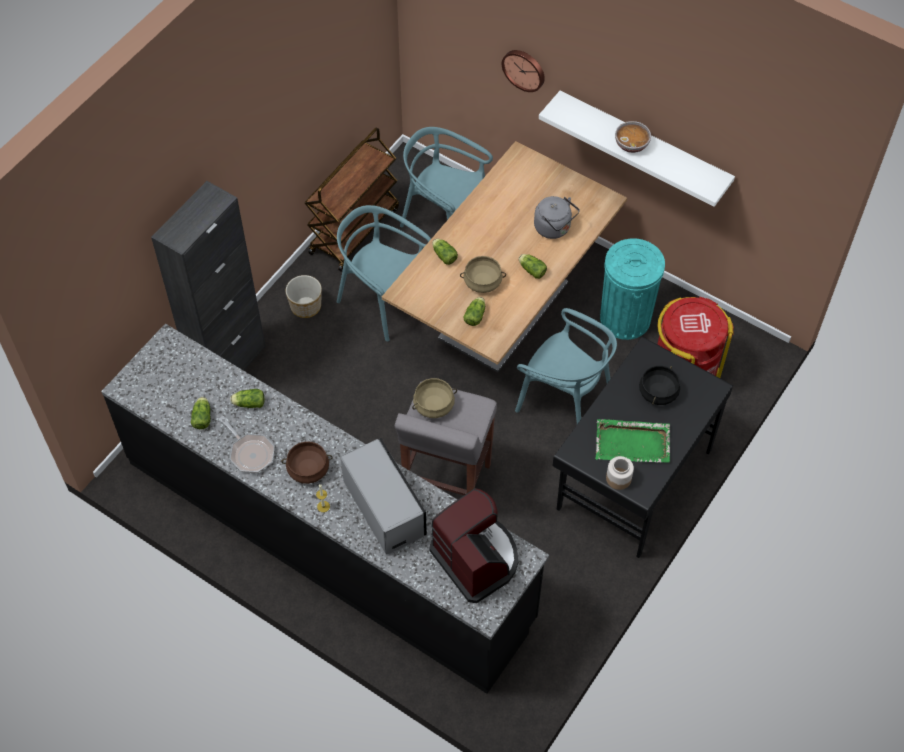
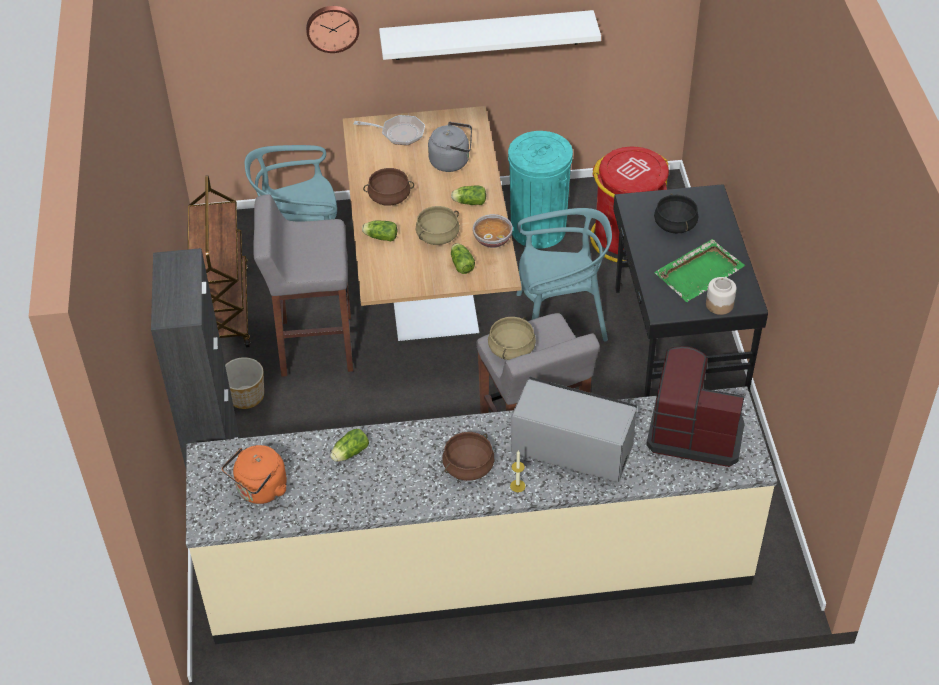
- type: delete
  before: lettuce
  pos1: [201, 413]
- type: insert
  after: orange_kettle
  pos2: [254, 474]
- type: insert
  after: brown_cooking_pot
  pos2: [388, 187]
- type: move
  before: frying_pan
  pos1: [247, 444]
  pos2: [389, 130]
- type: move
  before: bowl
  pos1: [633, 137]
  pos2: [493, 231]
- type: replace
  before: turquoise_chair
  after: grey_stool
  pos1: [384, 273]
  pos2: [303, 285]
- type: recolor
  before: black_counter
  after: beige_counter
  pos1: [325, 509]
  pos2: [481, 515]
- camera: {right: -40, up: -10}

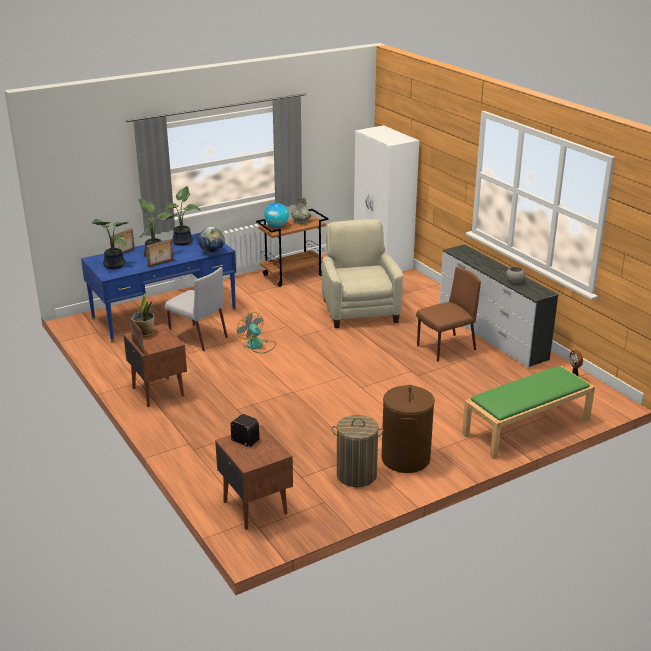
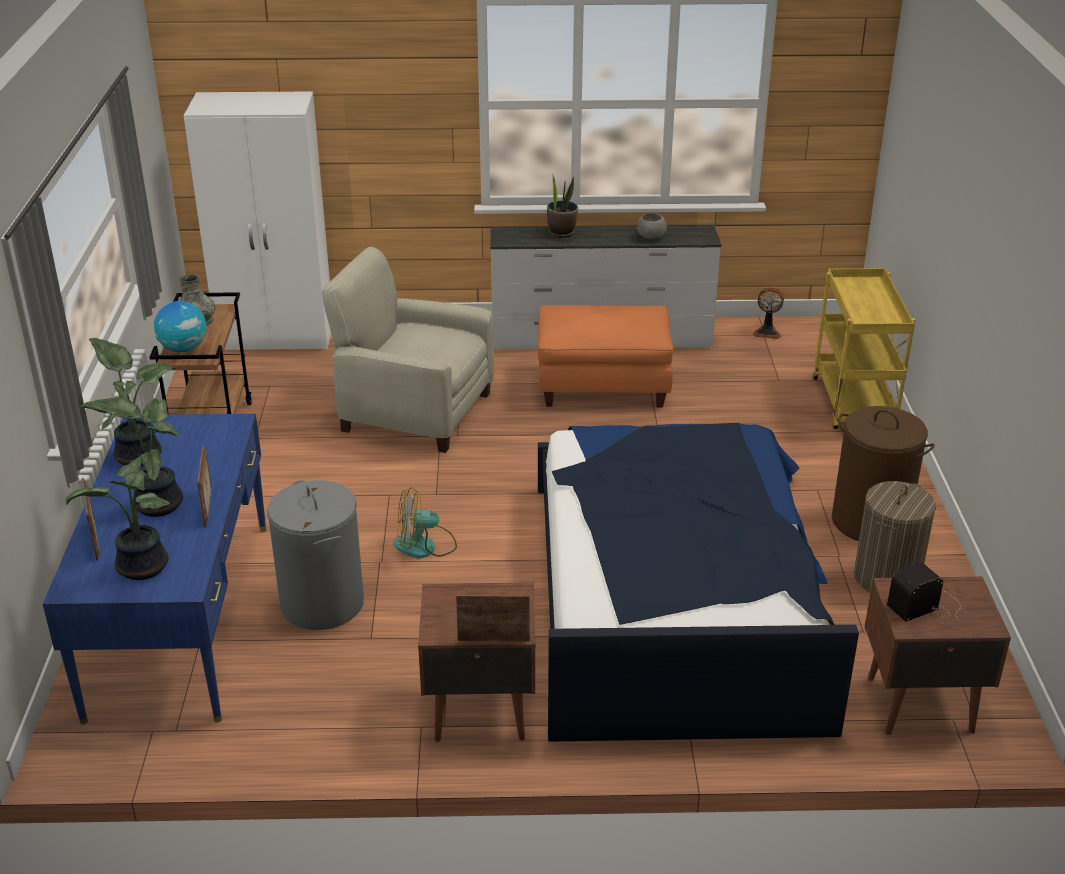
- type: delete
  before: globe
  pos1: [211, 240]
- type: insert
  after: bed
  pos2: [698, 582]
- type: move
  before: potted_plant
  pos1: [143, 315]
  pos2: [562, 206]
- type: replace
  before: grey_chair
  after: grey_laundry_basket
  pos1: [196, 309]
  pos2: [315, 555]
- type: replace
  before: brown_chair
  after: orange_ottoman
  pos1: [448, 314]
  pos2: [605, 356]
- type: replace
  before: green_bench
  after: yellow_cart
  pos1: [528, 412]
  pos2: [864, 348]
- camera: {right: -60, up: 5}

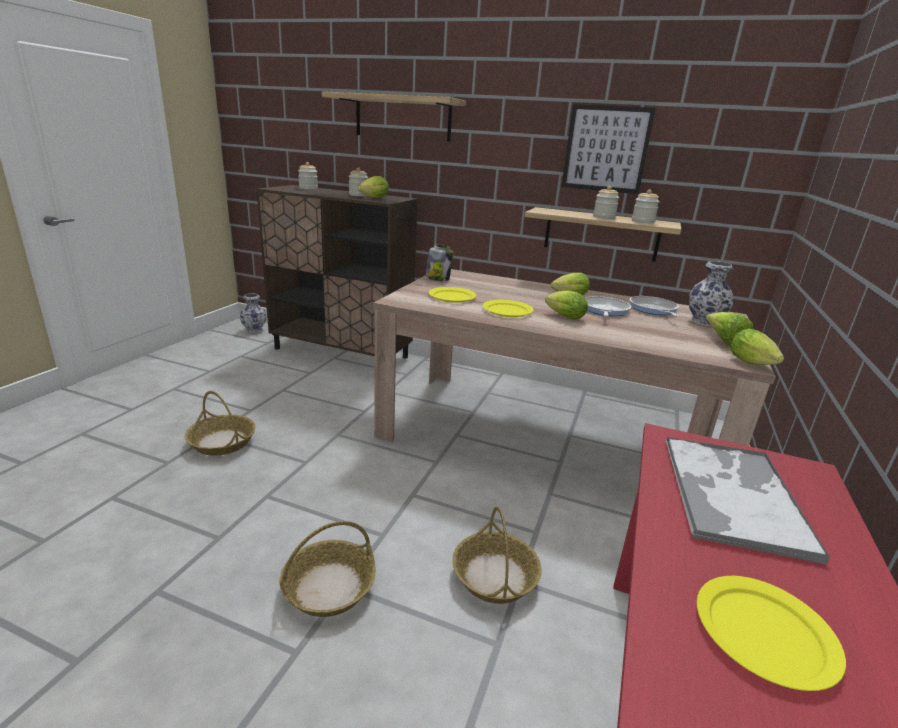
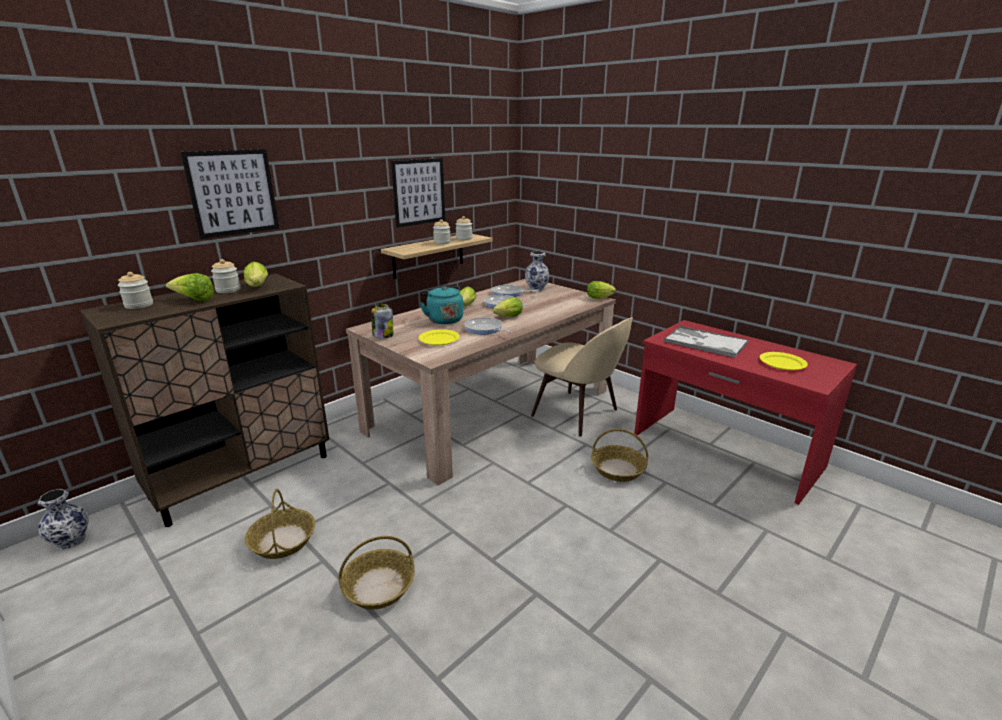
- type: insert
  after: turquoise_kettle
  pos2: [441, 305]
- type: insert
  after: beige_chair
  pos2: [582, 377]
- type: move
  before: basket
  pos1: [327, 569]
  pos2: [280, 524]
- type: move
  before: lettuce
  pos1: [729, 329]
  pos2: [190, 287]
- type: replace
  before: shelf
  after: picture
  pos1: [394, 116]
  pos2: [230, 194]
- type: replace
  before: yellow_plate
  after: frying_pan
  pos1: [508, 308]
  pos2: [488, 325]
- camera: {right: -65, up: 0}

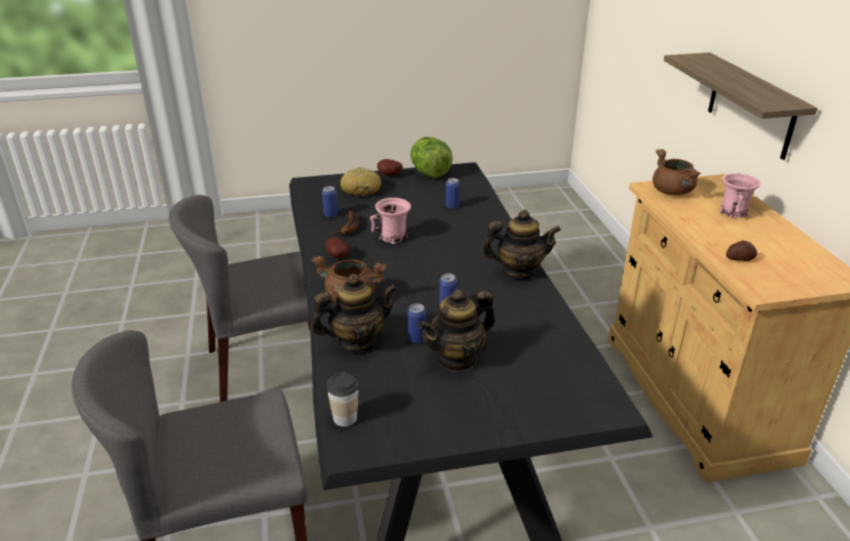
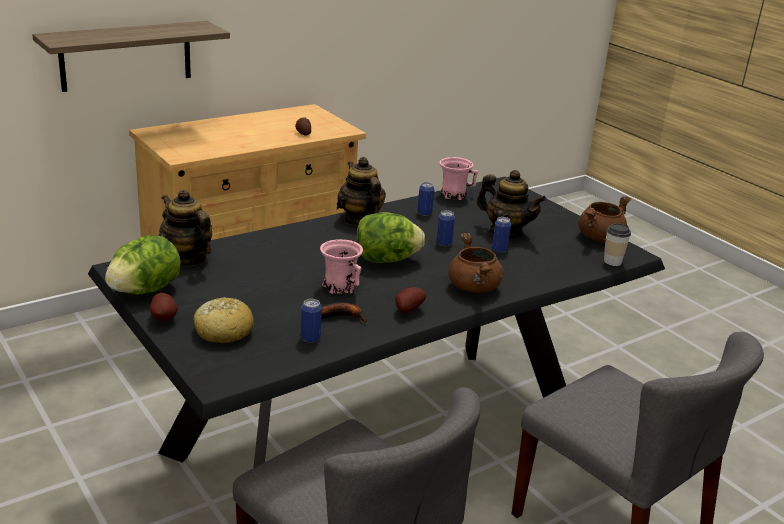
- type: insert
  after: lettuce
  pos2: [391, 237]
- type: move
  before: teapot
  pos1: [354, 313]
  pos2: [185, 228]
- type: move
  before: can
  pos1: [453, 193]
  pos2: [425, 199]
- type: move
  before: brown_cooking_pot
  pos1: [676, 172]
  pos2: [604, 219]
- type: move
  before: pink_mug
  pos1: [740, 196]
  pos2: [458, 178]
- camera: {right: -115, up: -5}

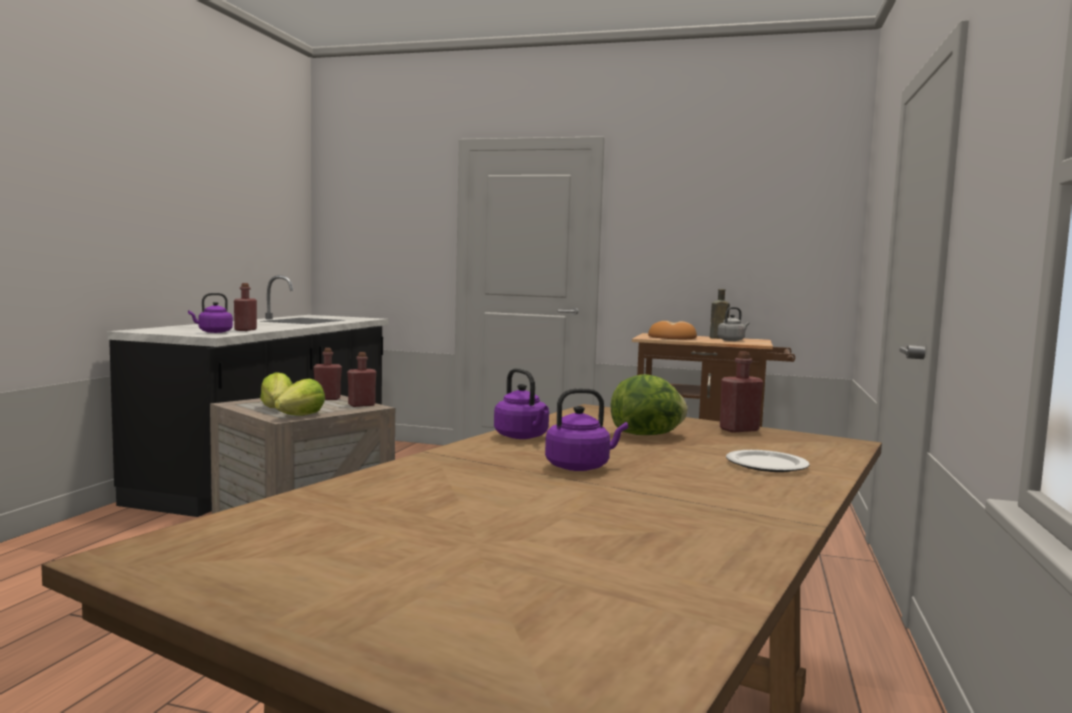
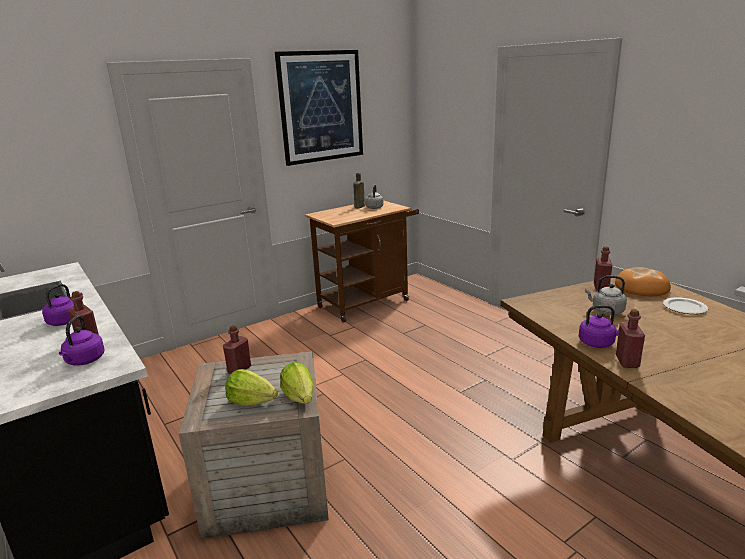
- type: insert
  after: picture
  pos2: [319, 108]
- type: move
  before: red_bottle
  pos1: [361, 379]
  pos2: [630, 338]
- type: move
  before: purple_kettle
  pos1: [586, 429]
  pos2: [62, 305]
- type: move
  before: bread
  pos1: [672, 330]
  pos2: [643, 281]
- type: replace
  before: lettuce
  after: grey_kettle
  pos1: [649, 404]
  pos2: [606, 295]
- camera: {right: -50, up: 15}

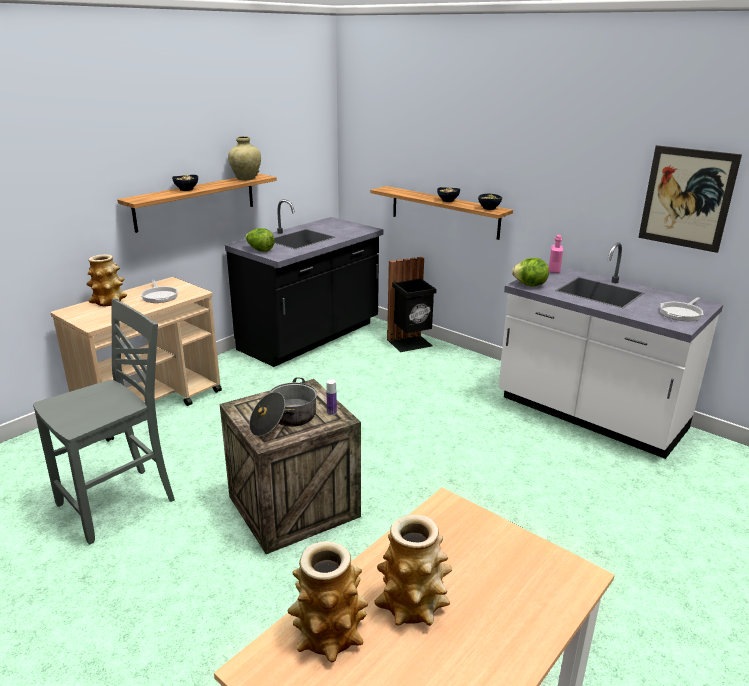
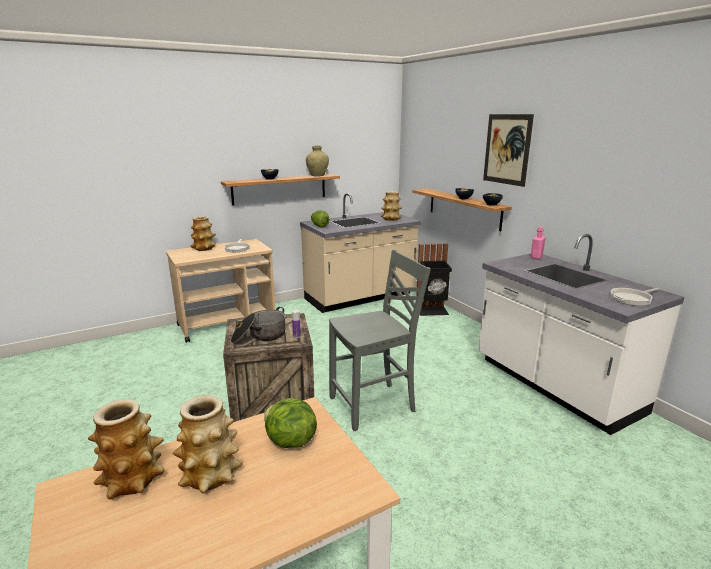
- type: insert
  after: vase
  pos2: [391, 206]
- type: move
  before: grey_chair
  pos1: [104, 421]
  pos2: [380, 340]
- type: move
  before: lettuce
  pos1: [530, 272]
  pos2: [290, 423]
- type: move
  before: picture
  pos1: [690, 199]
  pos2: [508, 150]
- type: recolor
  before: black_counter
  after: beige_counter
  pos1: [304, 283]
  pos2: [360, 253]
- camera: {right: 20, up: -5}

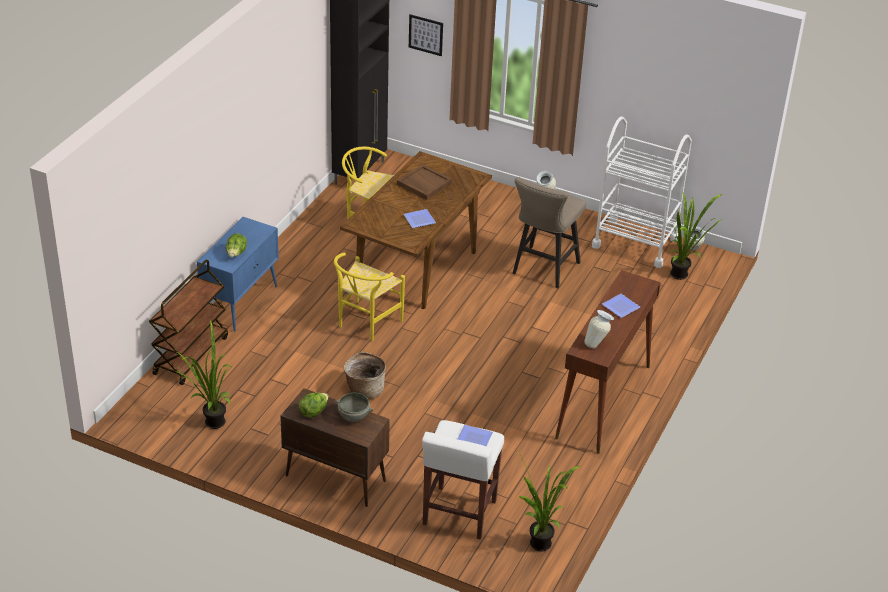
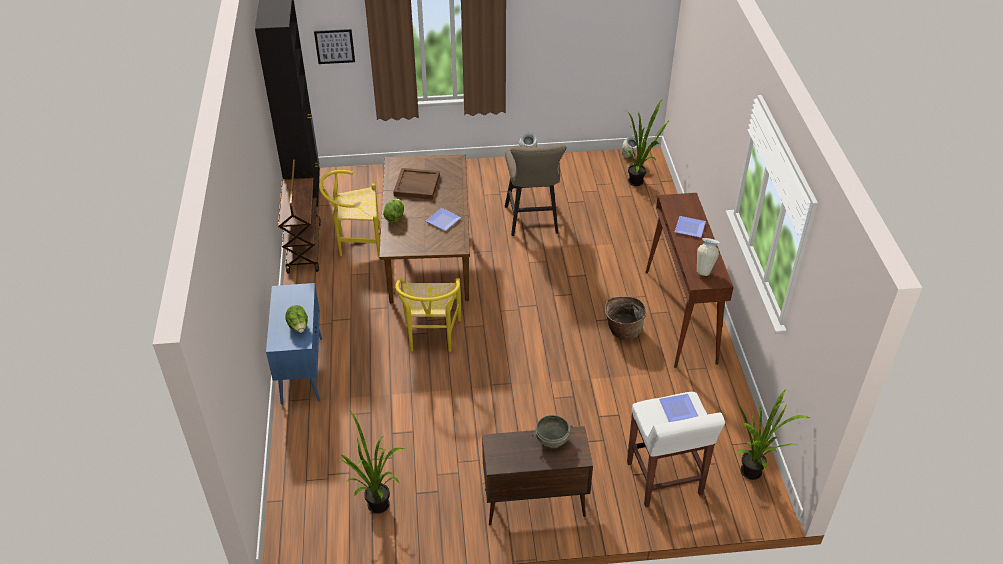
- type: delete
  before: white_cart
  pos1: [642, 192]
- type: move
  before: brown_cart
  pos1: [188, 322]
  pos2: [299, 216]
- type: move
  before: lettuce
  pos1: [314, 405]
  pos2: [393, 210]
- type: move
  before: basket
  pos1: [365, 375]
  pos2: [625, 318]
- camera: {right: -30, up: 5}

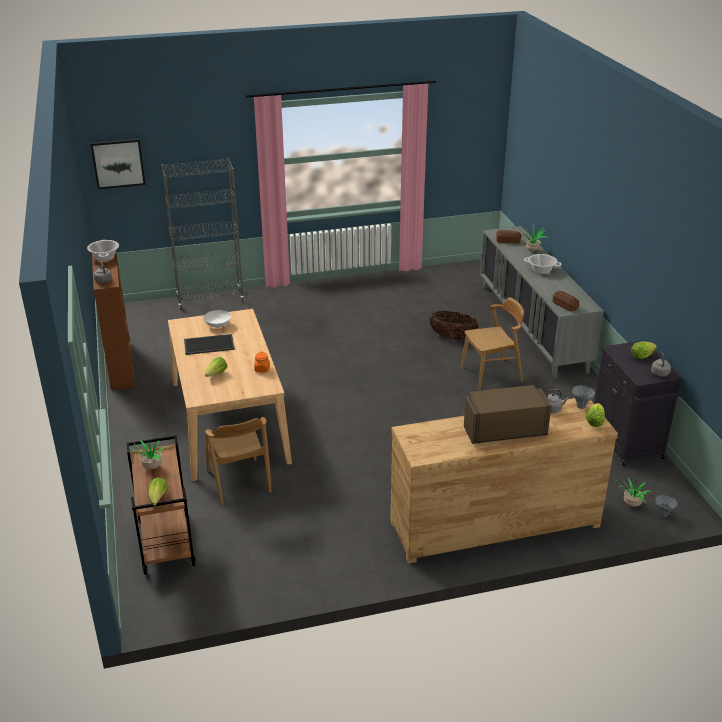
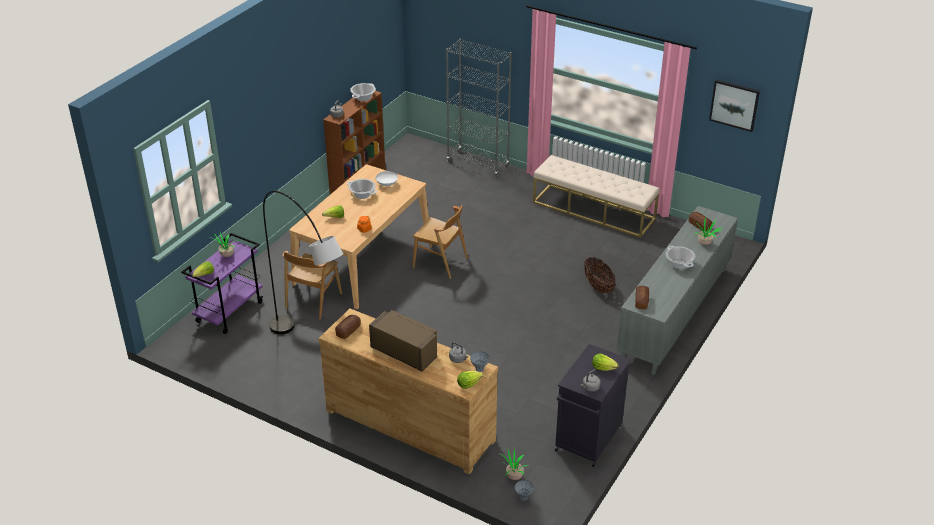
- type: insert
  after: grey_floor_lamp
  pos2: [303, 262]
- type: insert
  after: bread
  pos2: [348, 327]
- type: insert
  after: beige_bench
  pos2: [596, 196]
- type: move
  before: picture
  pos1: [118, 164]
  pos2: [734, 105]
- type: move
  before: brown_chair
  pos1: [492, 343]
  pos2: [440, 242]
- type: replace
  before: tray
  after: cooking_pot
  pos1: [209, 344]
  pos2: [362, 189]
- type: recolor
  before: brown_cart
  after: purple_cart
  pos1: [161, 505]
  pos2: [222, 283]
- camera: {right: 45, up: 5}

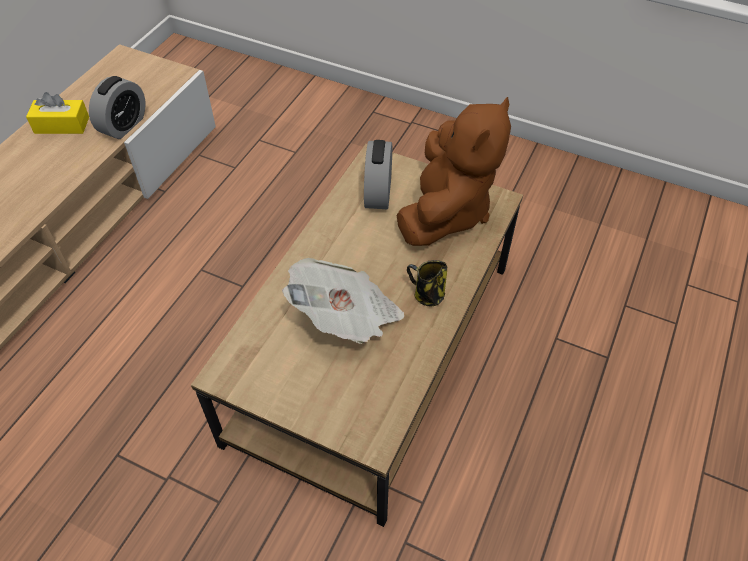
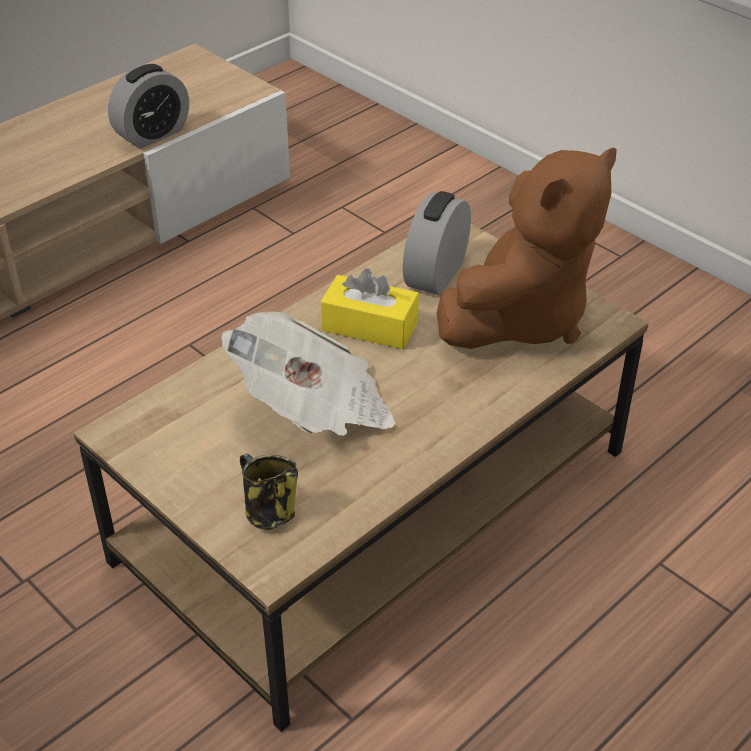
- type: move
  before: yellow_tissue_box
  pos1: [57, 113]
  pos2: [370, 308]
- type: move
  before: mug
  pos1: [427, 283]
  pos2: [269, 491]
- camera: {right: 20, up: -10}

